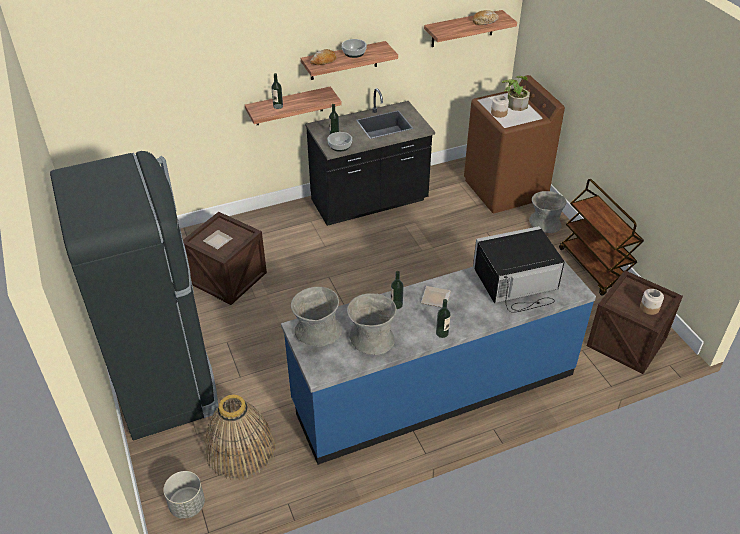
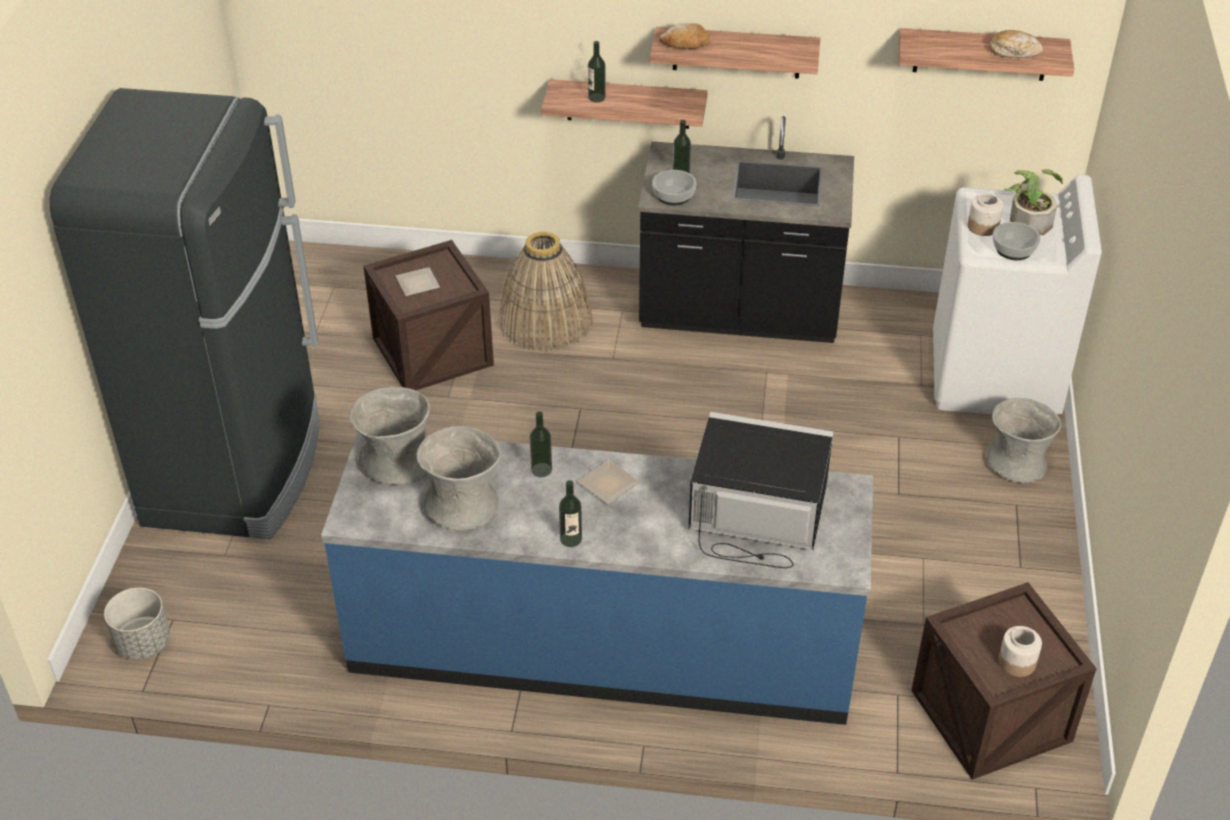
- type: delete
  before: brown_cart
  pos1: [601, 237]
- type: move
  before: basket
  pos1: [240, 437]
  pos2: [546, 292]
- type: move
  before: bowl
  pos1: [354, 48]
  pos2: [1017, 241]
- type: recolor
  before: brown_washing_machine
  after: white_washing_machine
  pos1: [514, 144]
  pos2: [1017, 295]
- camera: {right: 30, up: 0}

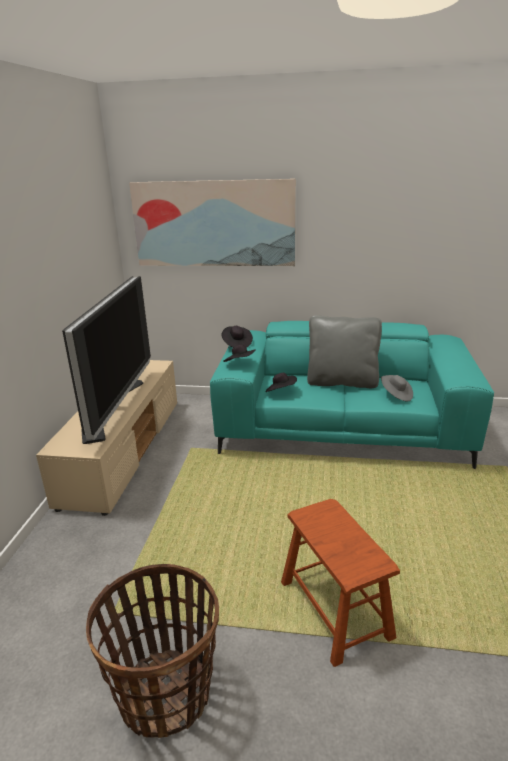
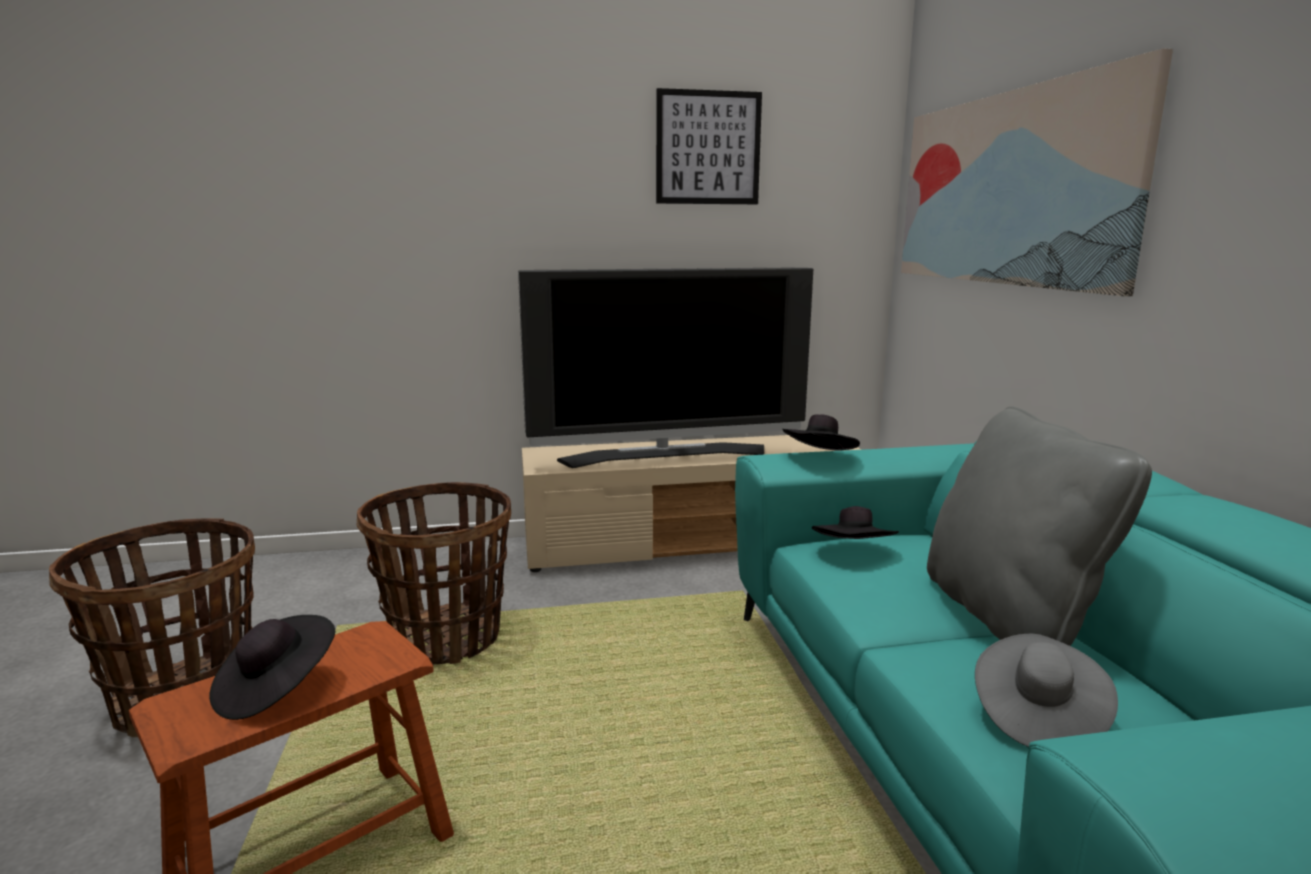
- type: insert
  after: basket
  pos2: [434, 573]
- type: insert
  after: picture
  pos2: [709, 146]
- type: move
  before: black_hat
  pos1: [237, 337]
  pos2: [272, 667]
- camera: {right: 70, up: -10}

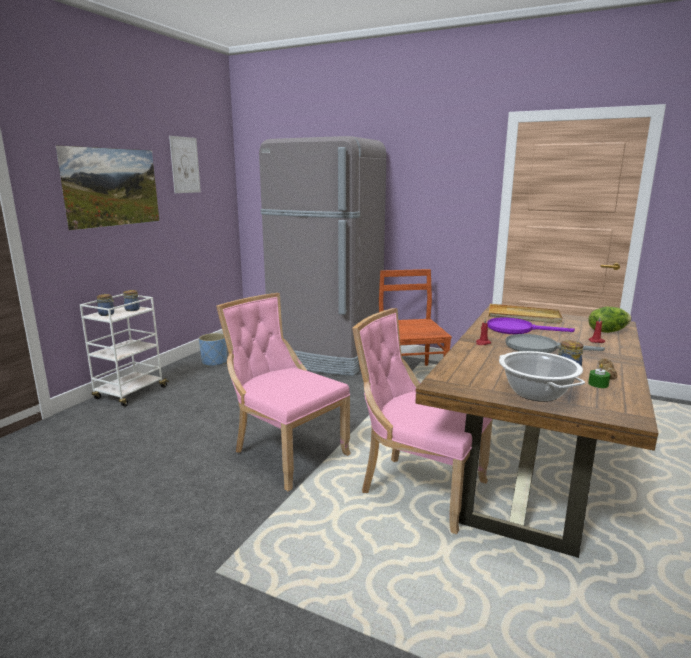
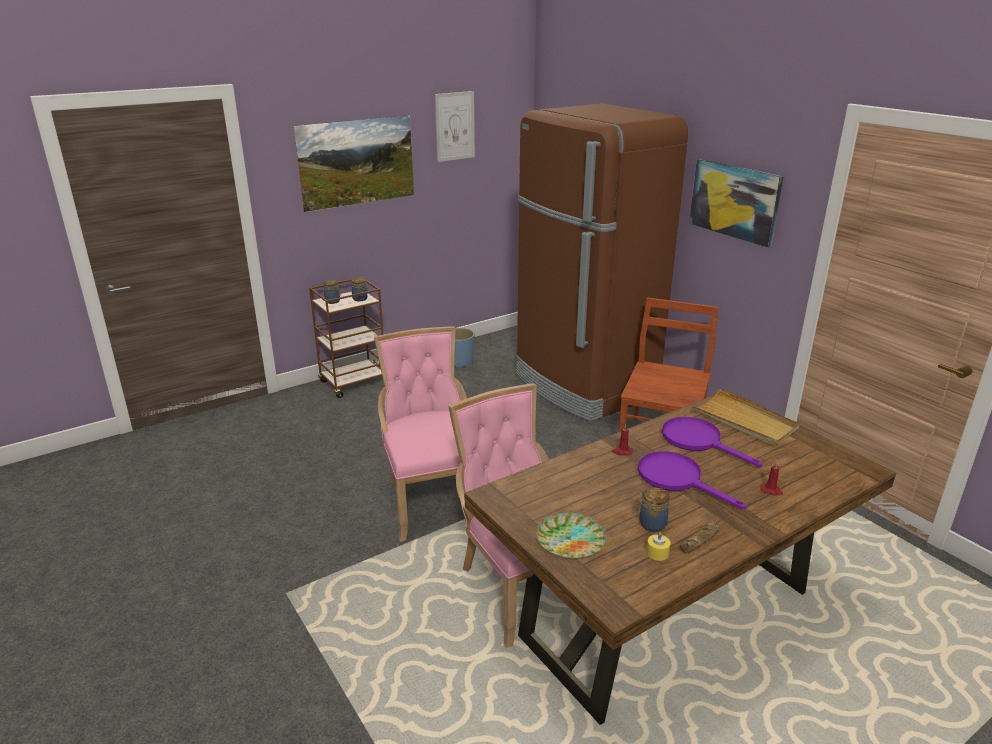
- type: delete
  before: lettuce
  pos1: [609, 319]
- type: insert
  after: picture
  pos2: [736, 203]
- type: replace
  before: cooking_pot
  after: plate
  pos1: [542, 376]
  pos2: [571, 535]
- type: recolor
  before: white_cart
  after: brown_cart
  pos1: [124, 350]
  pos2: [346, 337]
- type: recolor
  before: grey_fridge
  after: brown_fridge
  pos1: [322, 256]
  pos2: [602, 262]
- type: recolor
  before: grey_frying_pan
  after: purple_frying_pan
  pos1: [555, 343]
  pos2: [692, 480]
- type: recolor
  before: green_candle
  after: yellow_candle
  pos1: [599, 376]
  pos2: [658, 546]
- camera: {right: 30, up: 10}

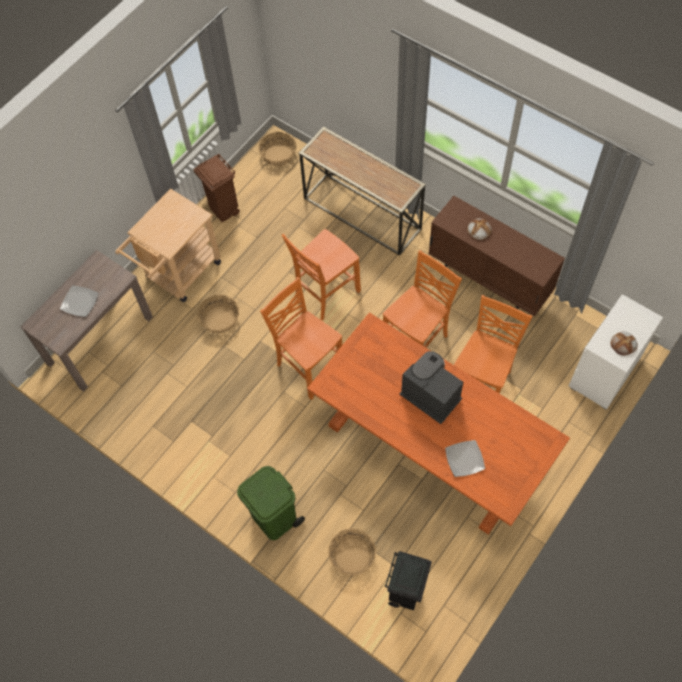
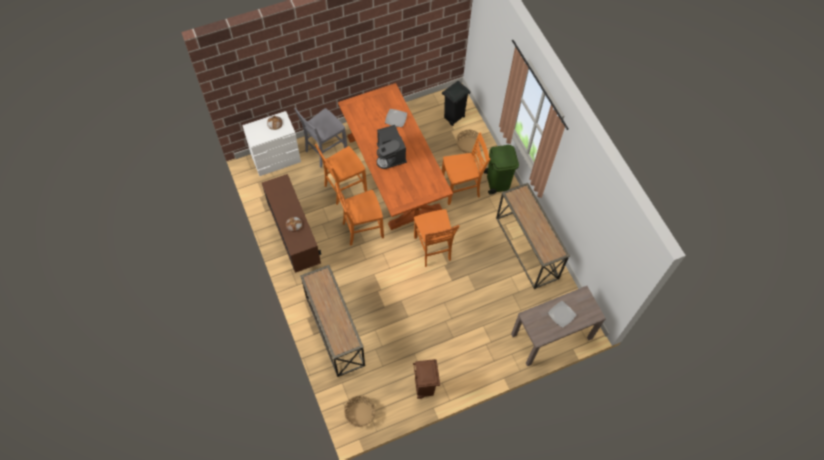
- type: delete
  before: beige_cart
  pos1: [168, 245]
- type: delete
  before: basket
  pos1: [218, 314]
- type: insert
  after: grey_chair
  pos2: [320, 137]
- type: insert
  after: console_table
  pos2: [533, 236]
- type: move
  before: orange_chair
  pos1: [321, 274]
  pos2: [466, 168]
- camera: {right: -155, up: 0}

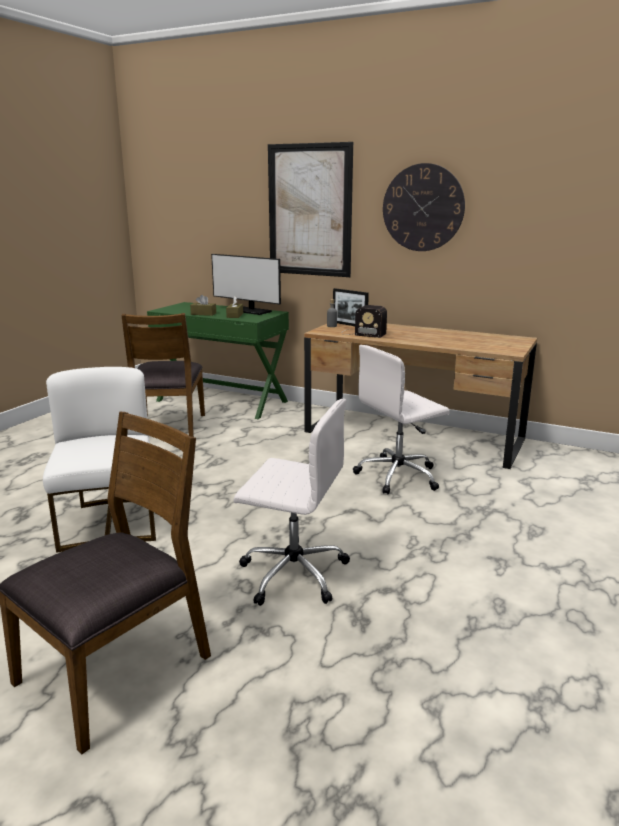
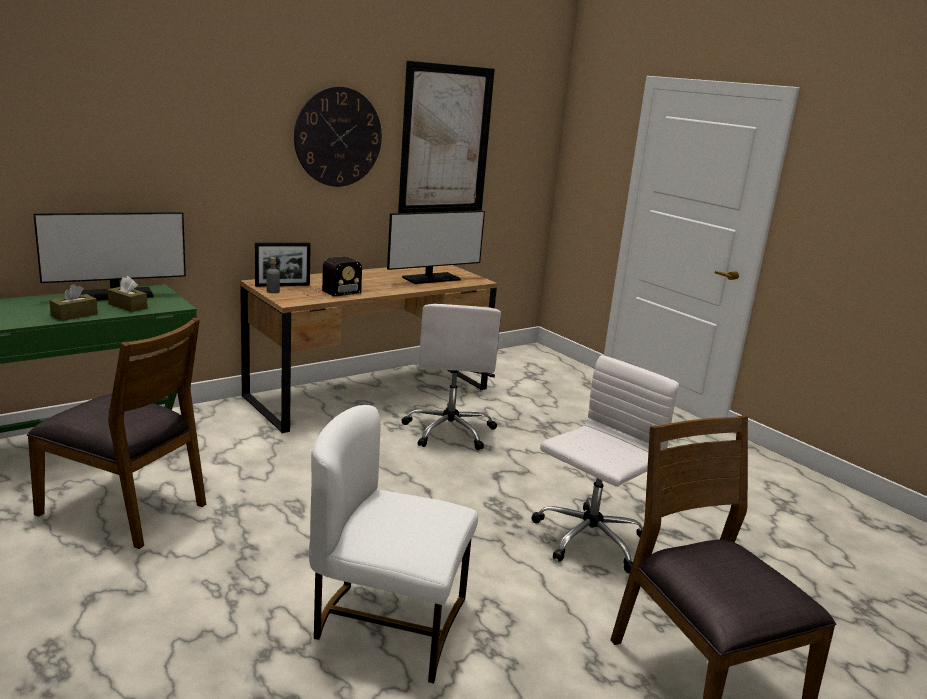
- type: insert
  after: monitor
  pos2: [436, 247]
- type: move
  before: picture
  pos1: [310, 209]
  pos2: [446, 137]
- camera: {right: -65, up: 0}

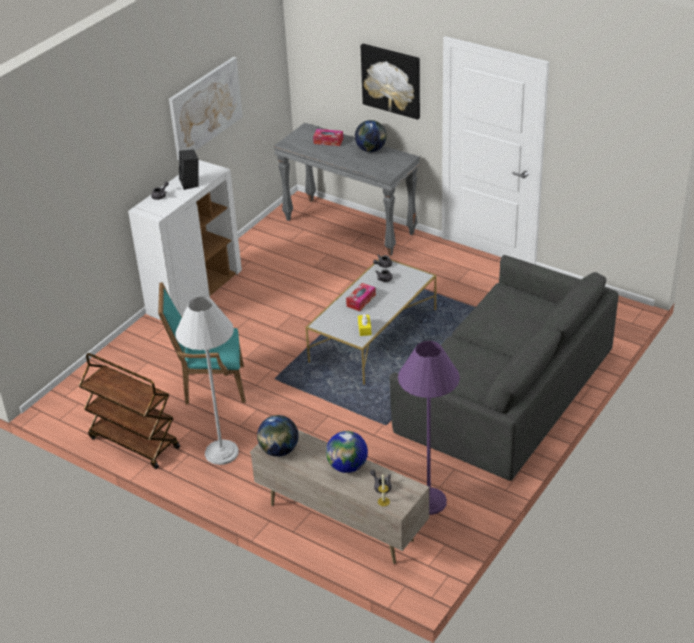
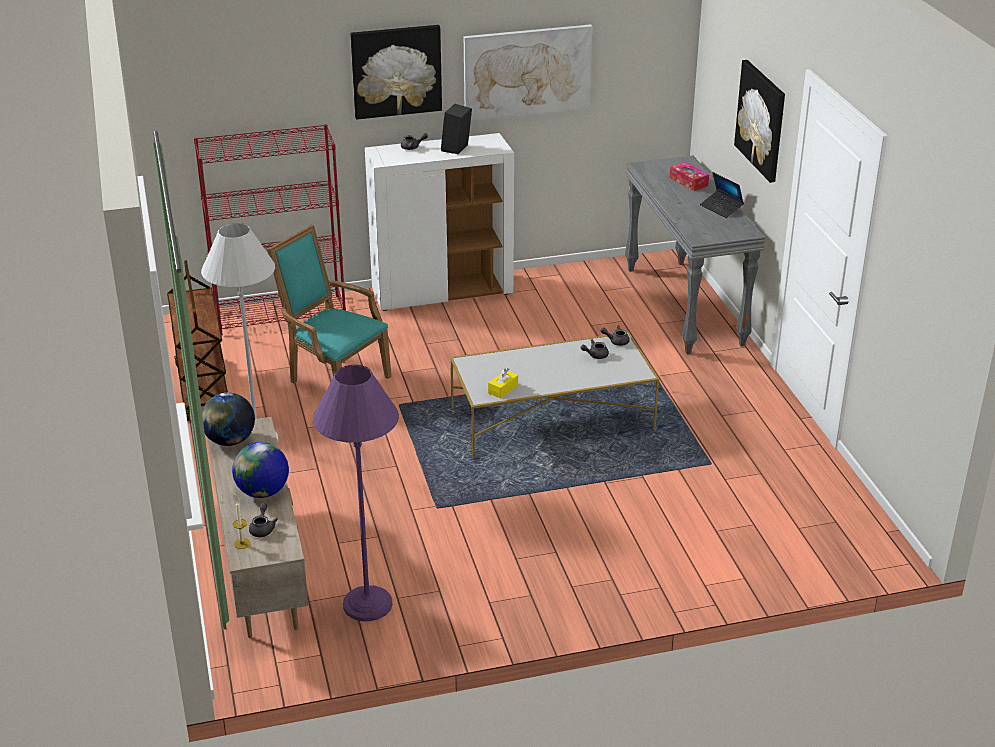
- type: delete
  before: tissue_box
  pos1: [361, 297]
- type: delete
  before: grey_sofa
  pos1: [504, 368]
- type: insert
  after: red_bookcase
  pos2: [270, 230]
- type: insert
  after: picture
  pos2: [396, 72]
- type: replace
  before: globe
  after: laptop
  pos1: [371, 136]
  pos2: [722, 195]
- camera: {right: 40, up: -5}

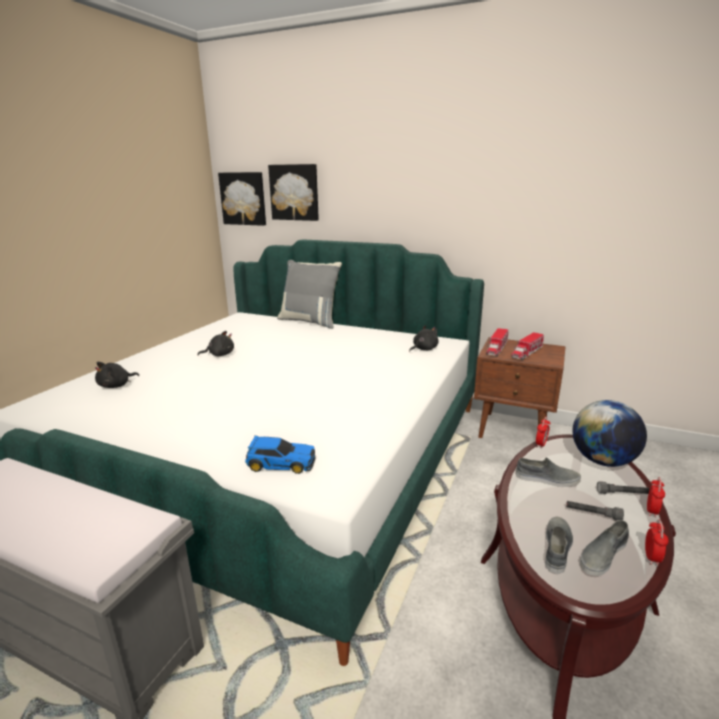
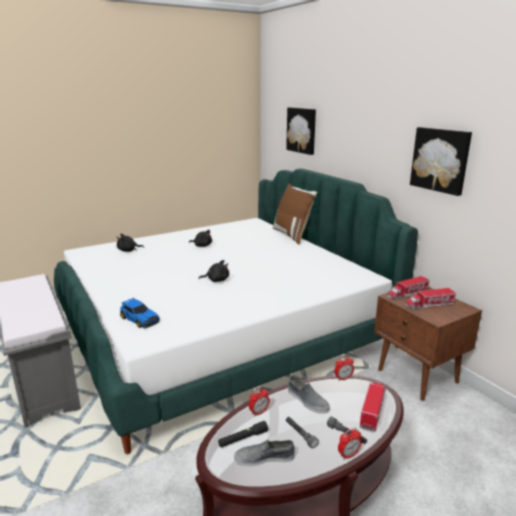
- type: move
  before: picture
  pos1: [242, 199]
  pos2: [441, 161]
- type: move
  before: black_plush_toy
  pos1: [423, 338]
  pos2: [213, 271]
- type: move
  before: alarm_clock
  pos1: [657, 543]
  pos2: [259, 402]
- type: replace
  before: grey_shoe
  after: black_flashlight
  pos1: [559, 545]
  pos2: [243, 434]
- type: replace
  before: globe
  after: toy_truck
  pos1: [609, 433]
  pos2: [373, 406]
- type: recolor
  before: grey_pillow
  after: brown_pillow
  pos1: [309, 294]
  pos2: [294, 214]
- camera: {right: 35, up: 0}

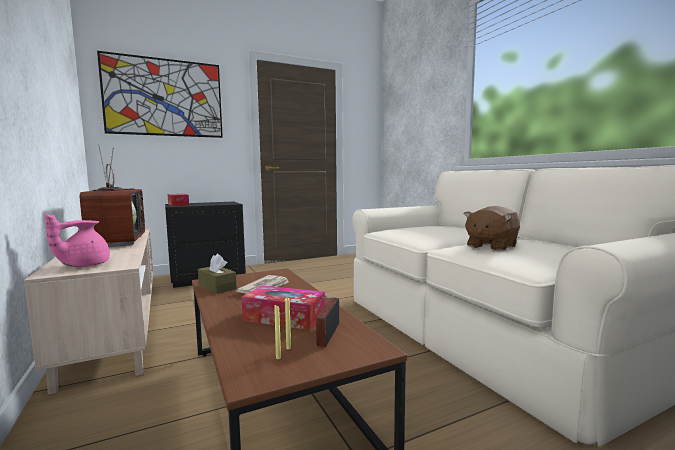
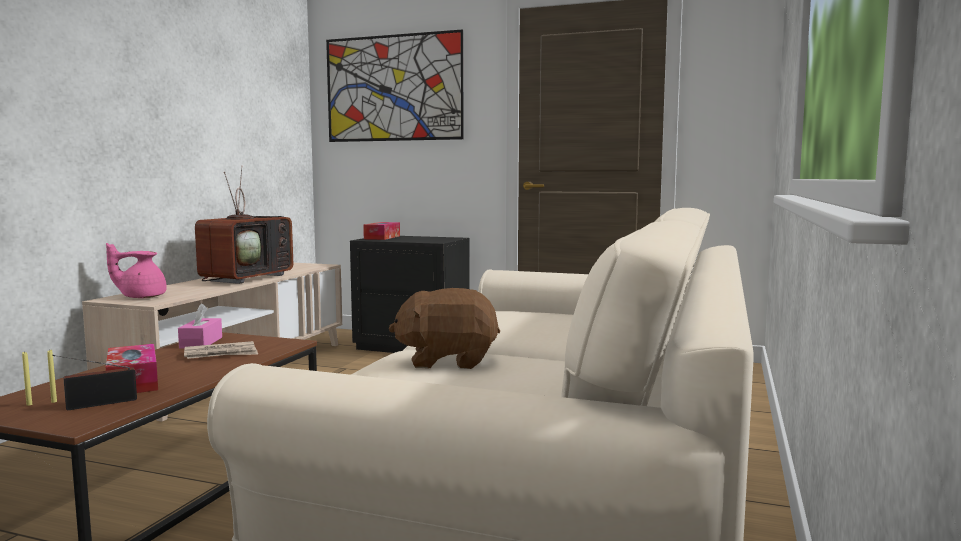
- type: recolor
  before: brown_tissue_box
  after: pink_tissue_box
  pos1: [217, 274]
  pos2: [200, 326]
- camera: {right: 45, up: 0}

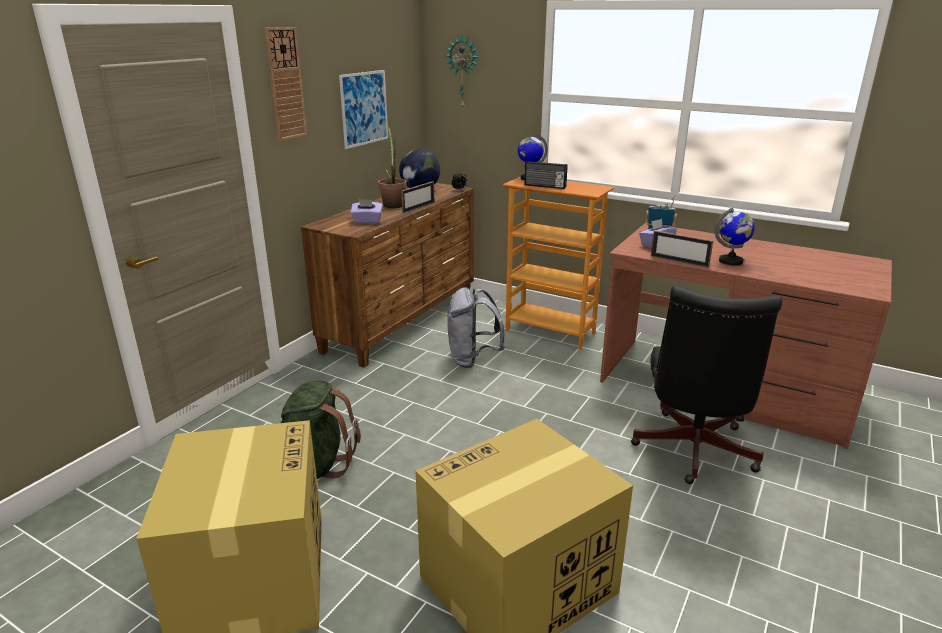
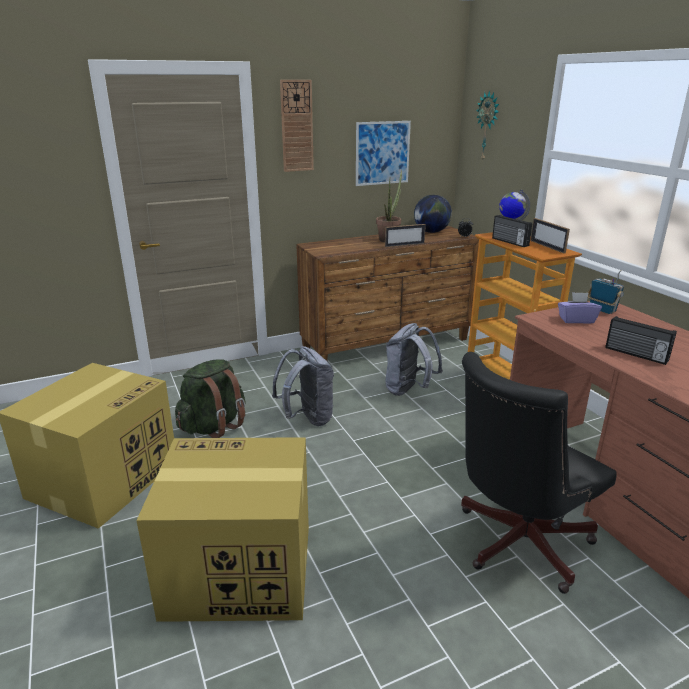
- type: delete
  before: purple_tissue_box
  pos1: [366, 211]
- type: insert
  after: grey_backpack
  pos2: [303, 386]
- type: move
  before: picture_frame
  pos1: [682, 249]
  pos2: [550, 236]
- type: replace
  before: globe
  after: radio
  pos1: [734, 237]
  pos2: [641, 340]
- camera: {right: 35, up: 0}

